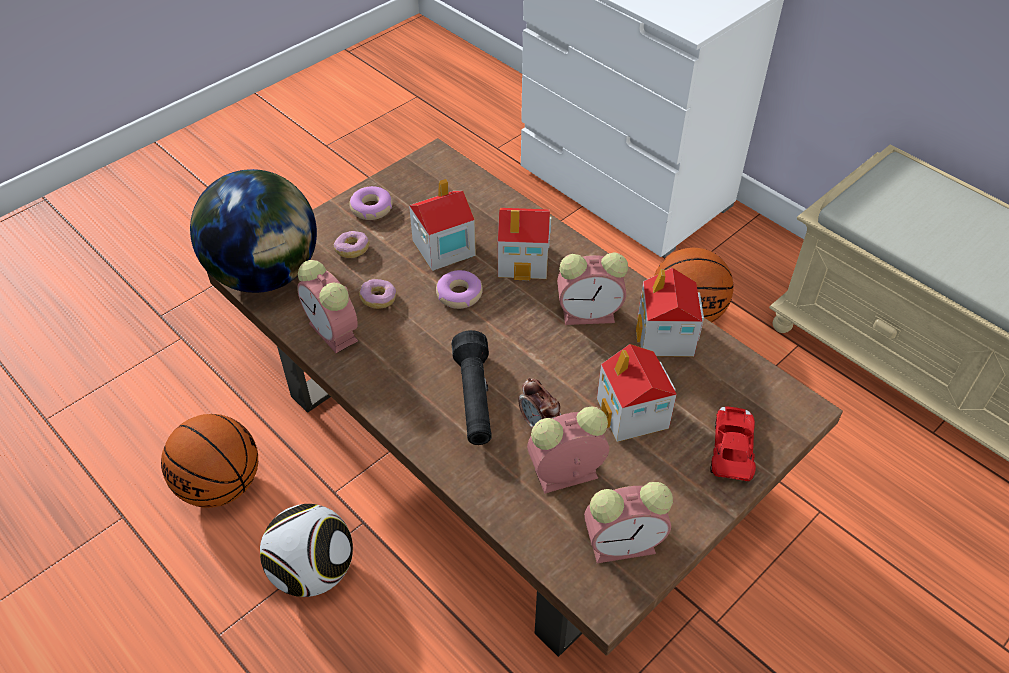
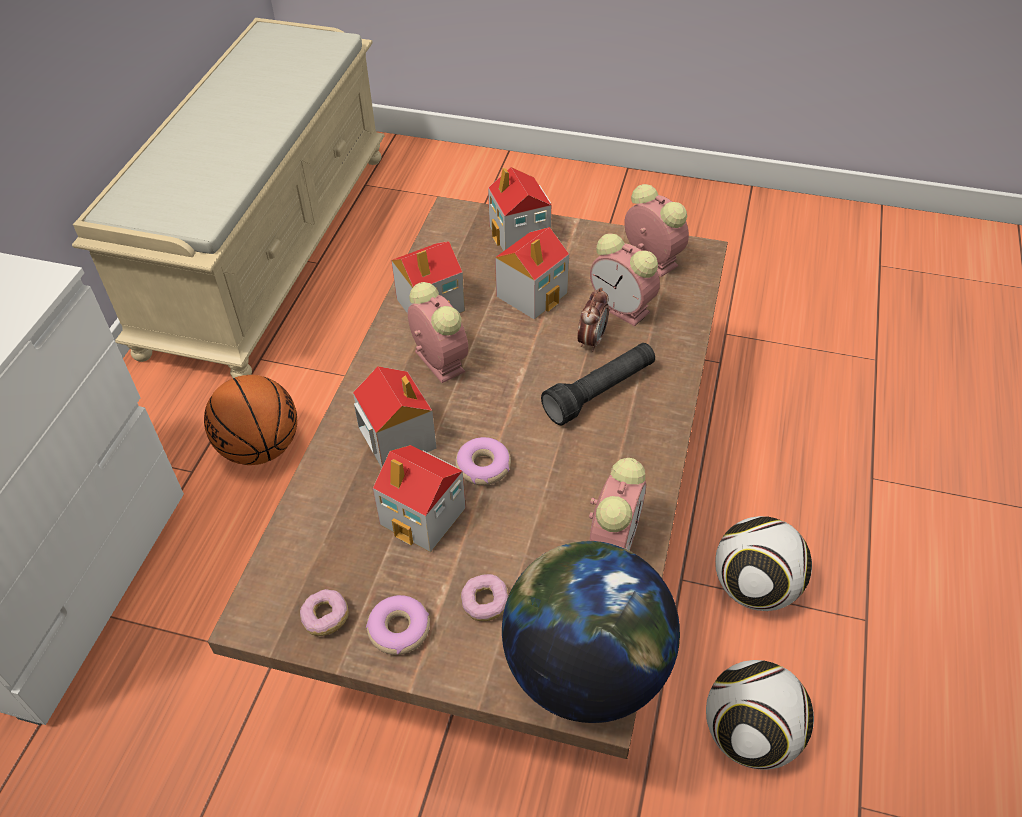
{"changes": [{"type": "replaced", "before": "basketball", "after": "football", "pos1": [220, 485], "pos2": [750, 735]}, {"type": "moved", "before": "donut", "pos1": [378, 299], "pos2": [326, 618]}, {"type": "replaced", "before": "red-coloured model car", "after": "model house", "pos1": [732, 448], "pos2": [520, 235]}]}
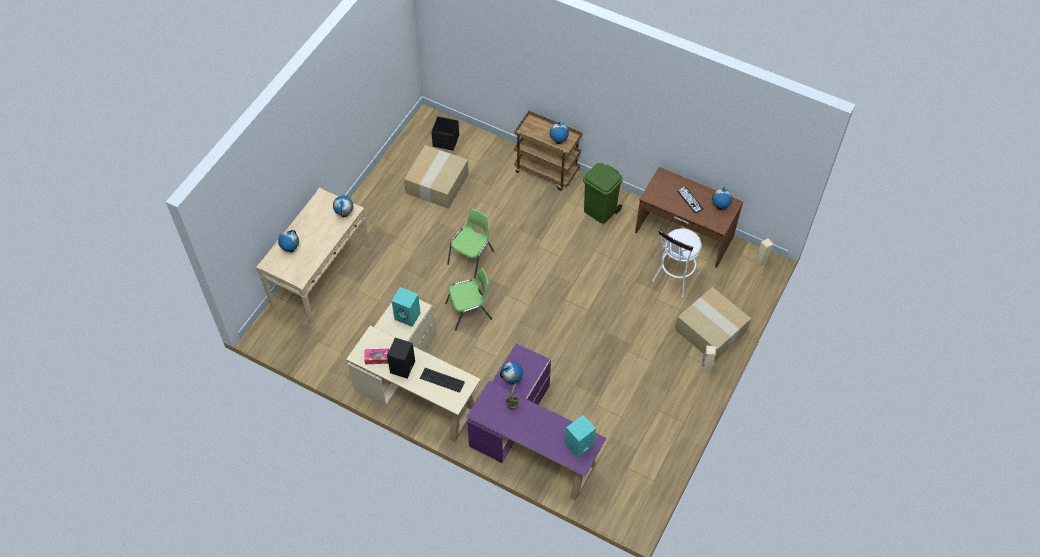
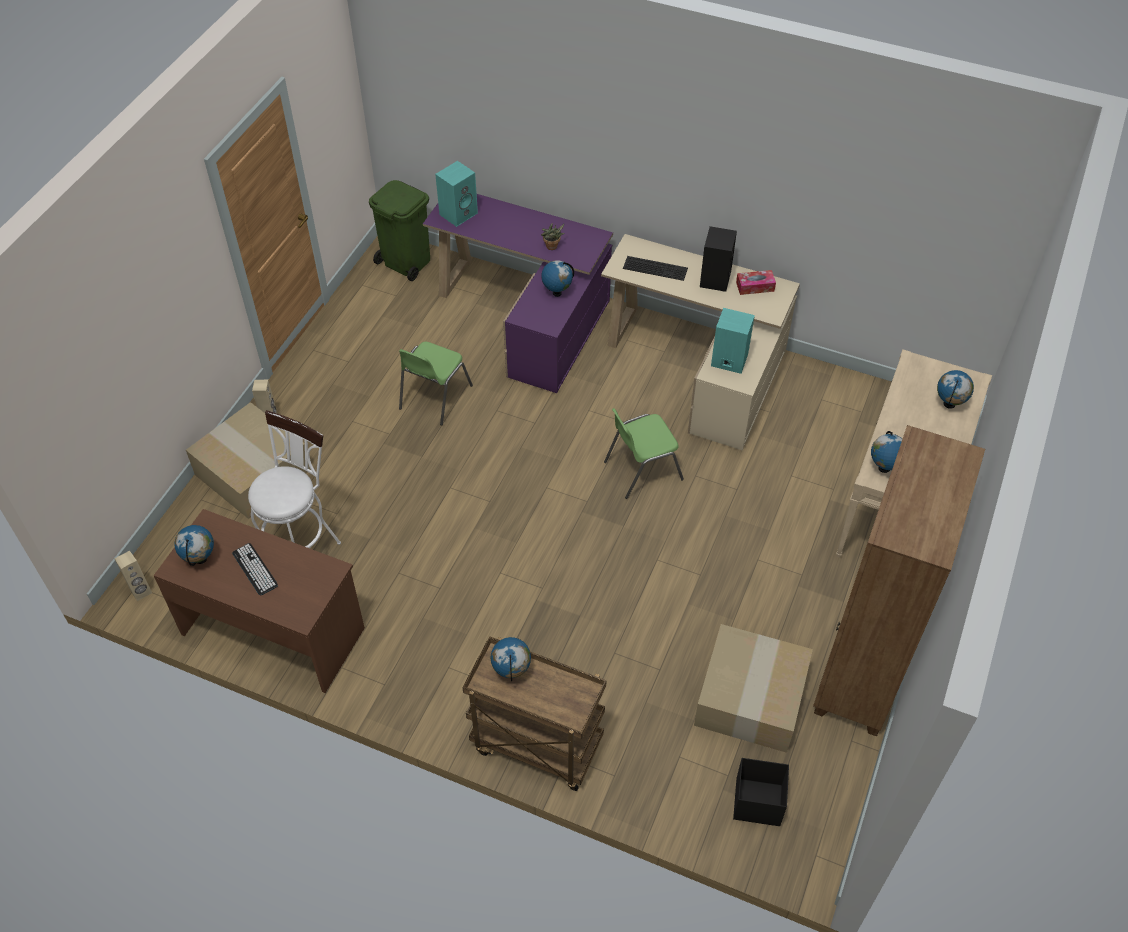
{"changes": [{"type": "moved", "before": "green-coloured upright chair", "pos1": [472, 257], "pos2": [434, 397]}, {"type": "moved", "before": "green-coloured waste bin", "pos1": [600, 211], "pos2": [405, 261]}, {"type": "added", "after": "brownish bookcase", "pos2": [860, 671]}]}
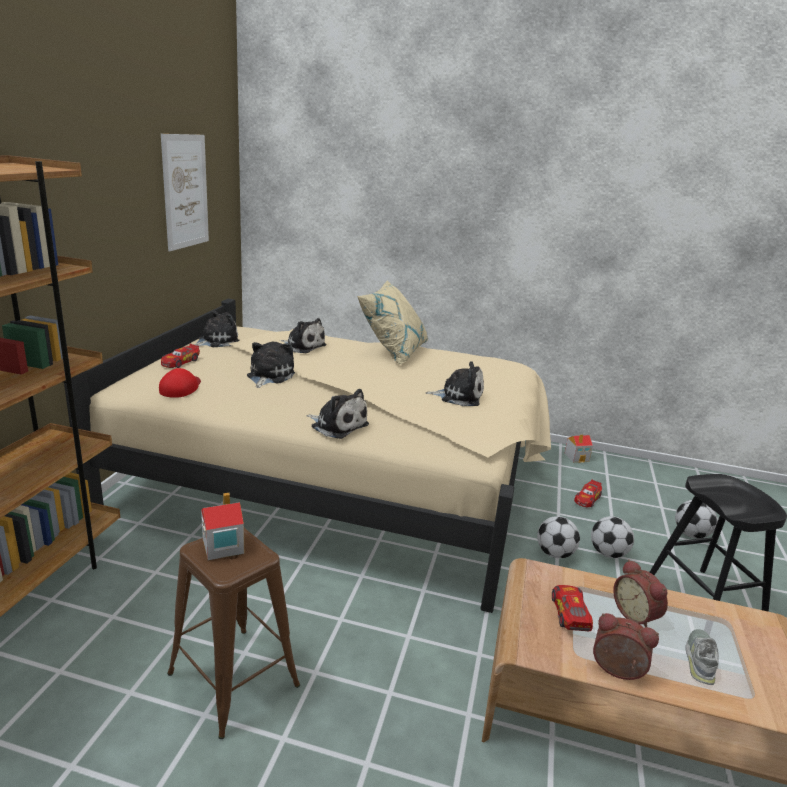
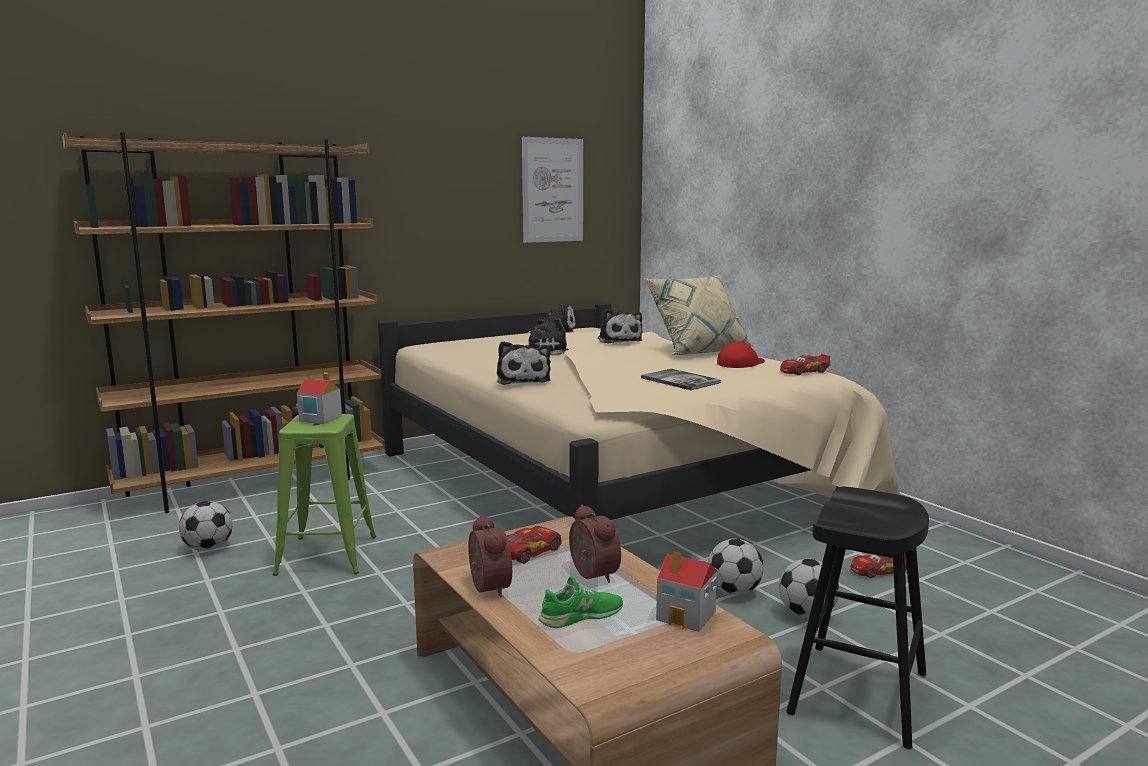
{"changes": [{"type": "moved", "before": "red-coloured baseball cap", "pos1": [181, 388], "pos2": [741, 363]}, {"type": "moved", "before": "model car", "pos1": [180, 362], "pos2": [804, 372]}, {"type": "recoloured", "before": "brownish stool seat", "after": "green-coloured stool seat", "pos1": [234, 680], "pos2": [326, 555]}, {"type": "replaced", "before": "plush toy", "after": "bound book", "pos1": [458, 396], "pos2": [680, 381]}, {"type": "moved", "before": "model house", "pos1": [577, 457], "pos2": [687, 616]}, {"type": "turned", "before": "table clock", "pos1": [636, 615], "pos2": [590, 574], "turn": 135}, {"type": "moved", "before": "football", "pos1": [691, 535], "pos2": [208, 548]}, {"type": "recoloured", "before": "grey item of footwear", "after": "green-coloured item of footwear", "pos1": [700, 660], "pos2": [581, 616]}]}
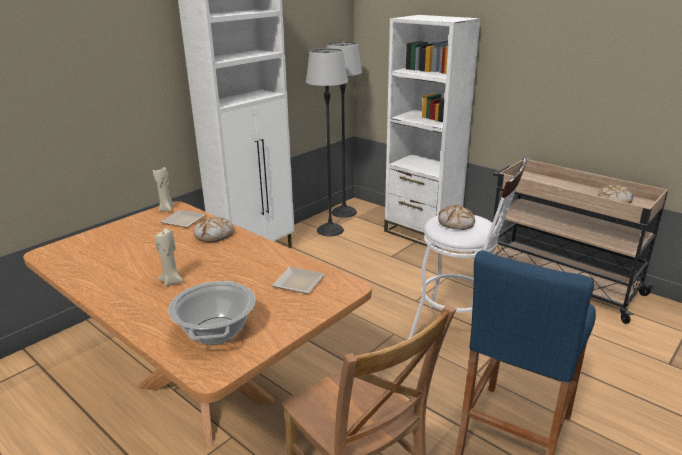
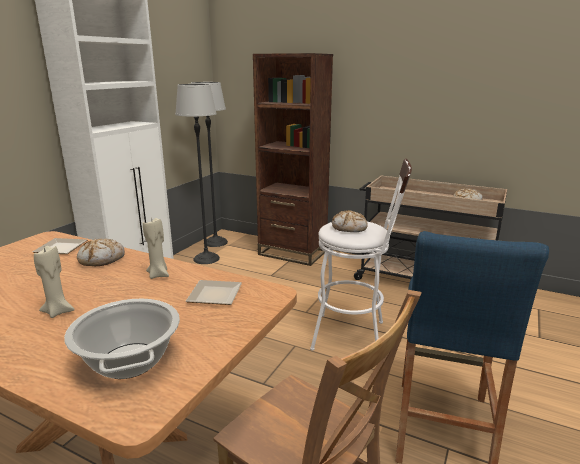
{"changes": [{"type": "moved", "before": "beige wax light", "pos1": [167, 209], "pos2": [159, 275]}, {"type": "recoloured", "before": "white-coloured bookcase", "after": "brownish bookcase", "pos1": [422, 233], "pos2": [292, 253]}]}
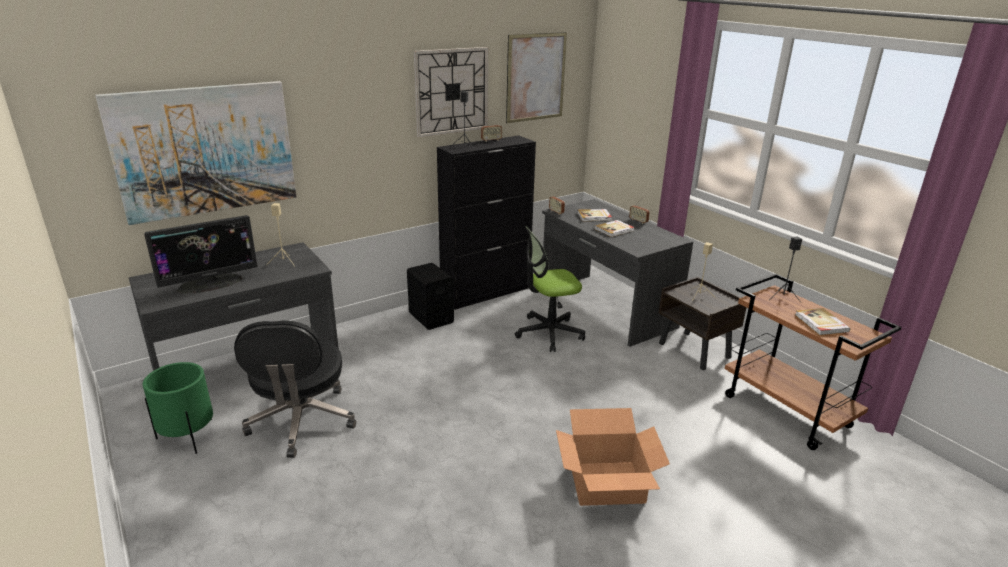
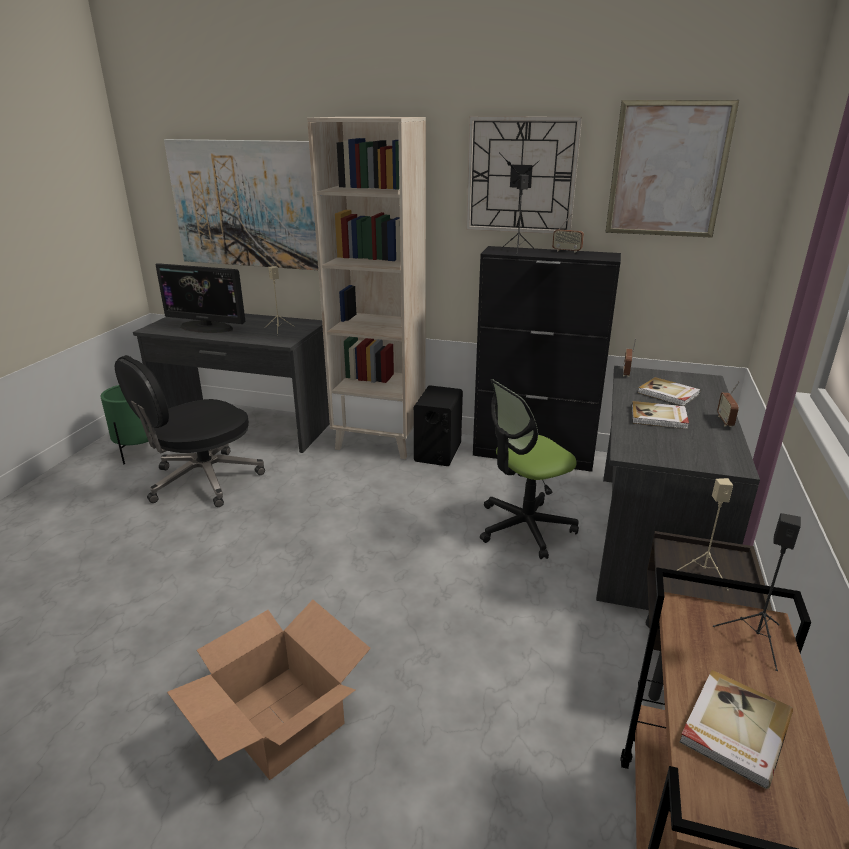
{"changes": [{"type": "turned", "before": "office chair", "pos1": [549, 333], "pos2": [524, 527], "turn": -60}, {"type": "added", "after": "beige bookcase", "pos2": [380, 440]}]}
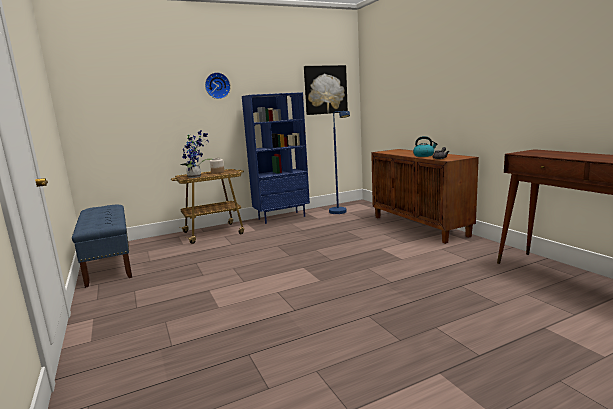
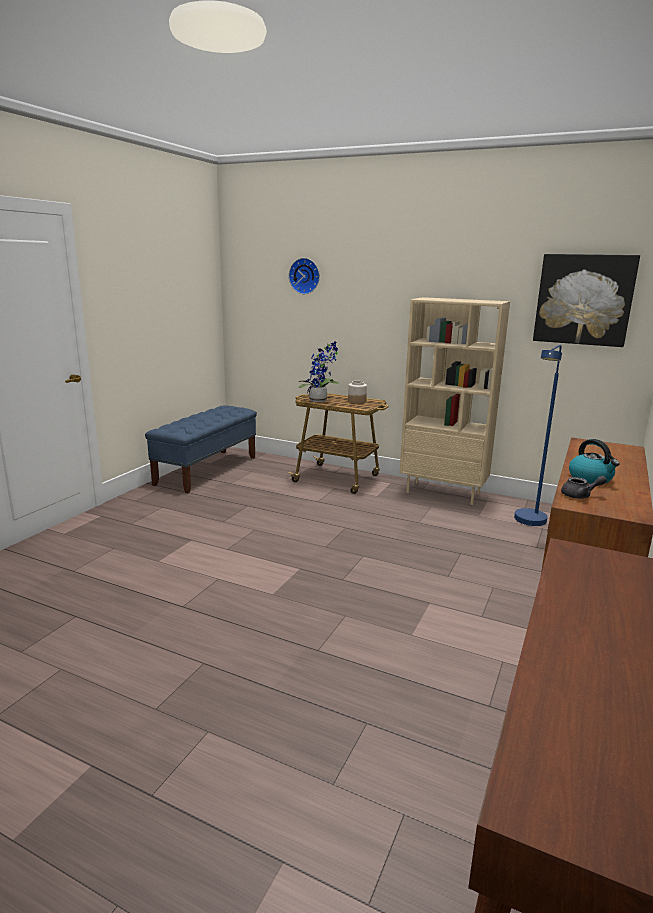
{"changes": [{"type": "moved", "before": "wall clock", "pos1": [217, 85], "pos2": [305, 276]}, {"type": "recoloured", "before": "blue-coloured bookcase", "after": "beige bookcase", "pos1": [282, 217], "pos2": [443, 493]}]}
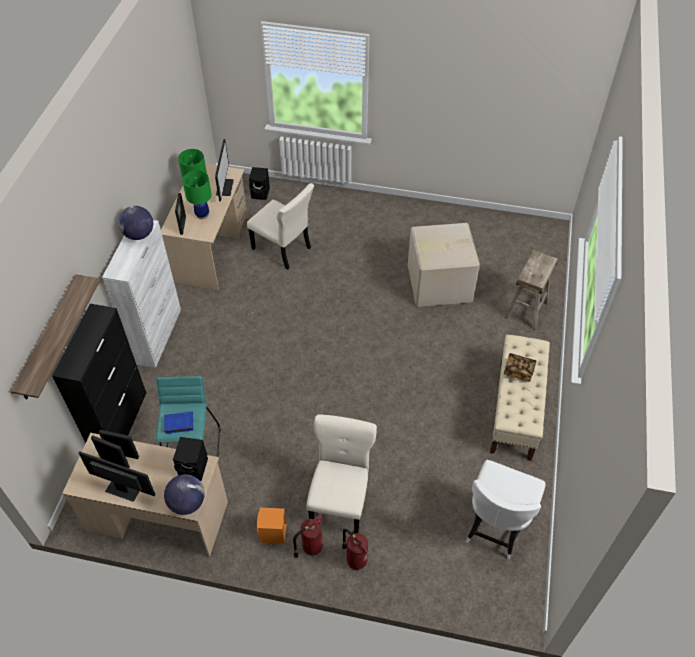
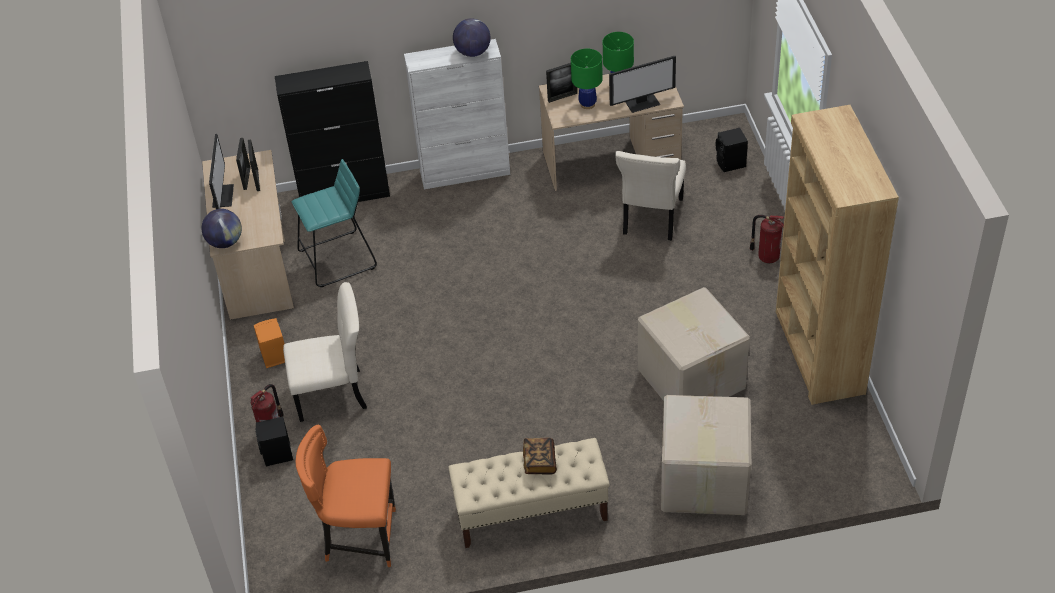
{"changes": [{"type": "removed", "before": "wall shelf", "pos1": [48, 338]}, {"type": "removed", "before": "blue-coloured bound book", "pos1": [178, 424]}, {"type": "moved", "before": "blackish audio speaker", "pos1": [194, 468], "pos2": [277, 455]}, {"type": "moved", "before": "fire extinguisher", "pos1": [311, 547], "pos2": [767, 256]}, {"type": "recoloured", "before": "white-coloured upright chair", "after": "orange-coloured upright chair", "pos1": [495, 528], "pos2": [359, 538]}, {"type": "replaced", "before": "beige stool seat", "after": "carton", "pos1": [526, 310], "pos2": [702, 481]}, {"type": "added", "after": "brownish bookcase", "pos2": [818, 352]}]}
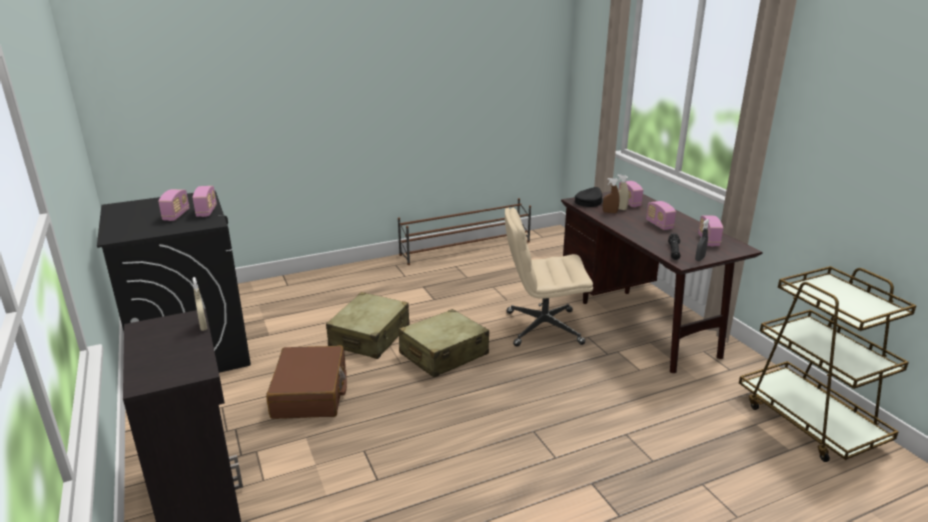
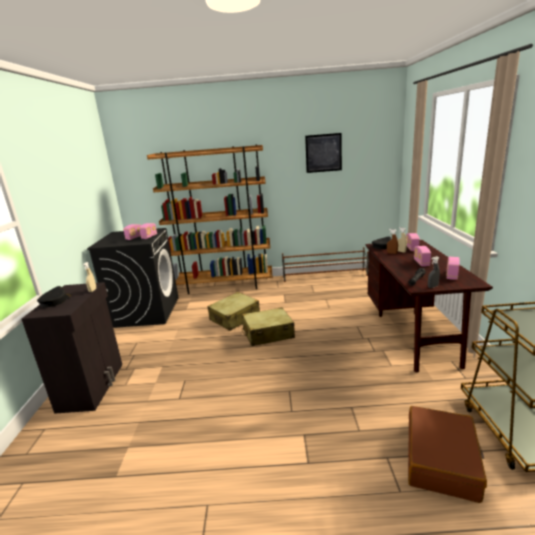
{"changes": [{"type": "moved", "before": "brownish suitcase", "pos1": [310, 393], "pos2": [441, 460]}, {"type": "removed", "before": "beige office chair", "pos1": [542, 328]}, {"type": "added", "after": "blackish baseball cap", "pos2": [55, 301]}, {"type": "added", "after": "brownish bookcase", "pos2": [224, 286]}, {"type": "added", "after": "wall art", "pos2": [323, 153]}]}
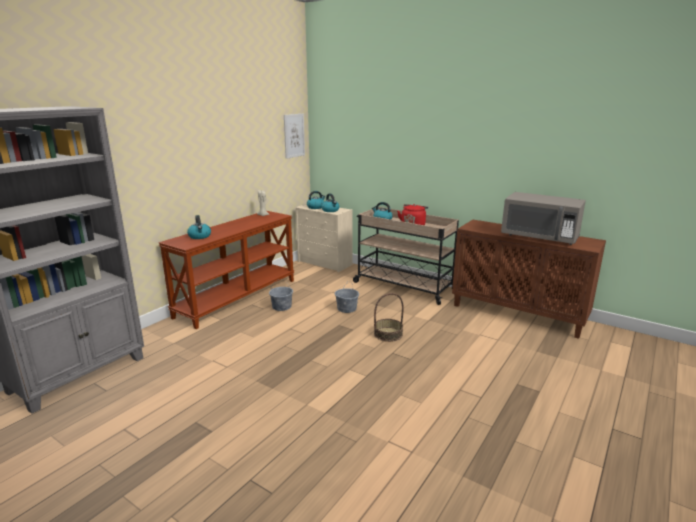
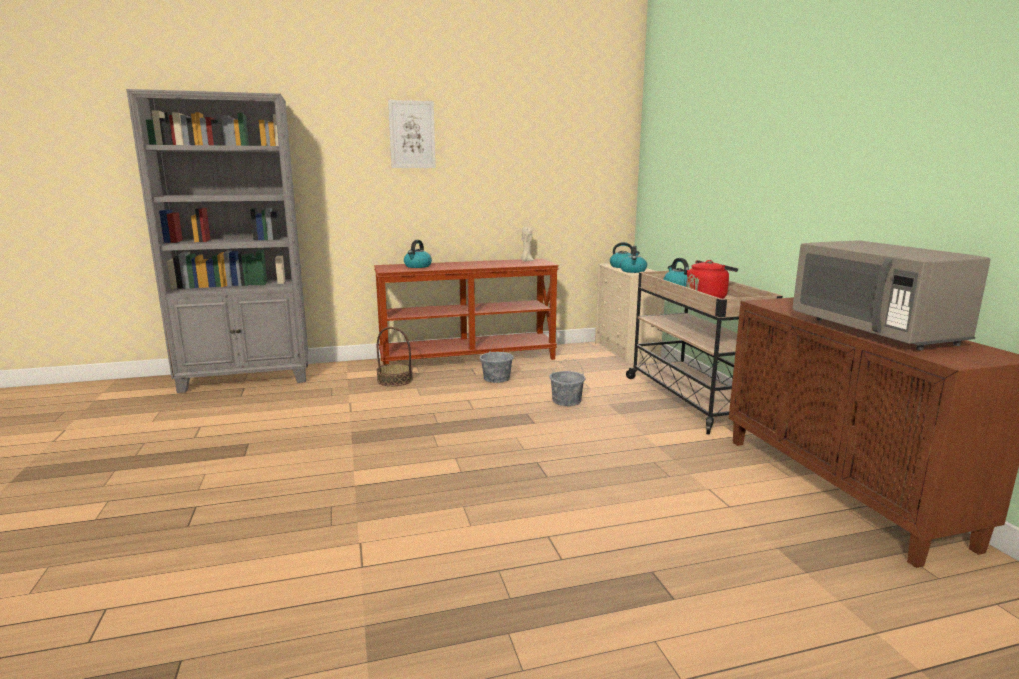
{"changes": [{"type": "moved", "before": "wall art", "pos1": [294, 135], "pos2": [412, 134]}, {"type": "moved", "before": "household basket", "pos1": [388, 334], "pos2": [395, 380]}]}
